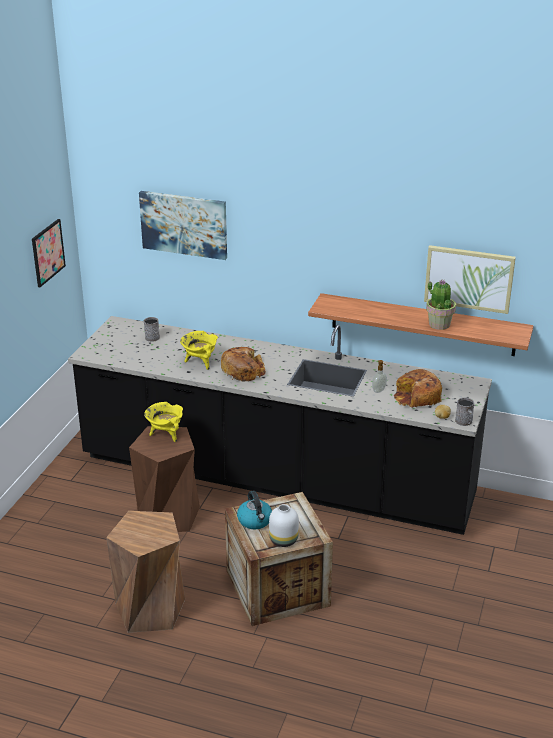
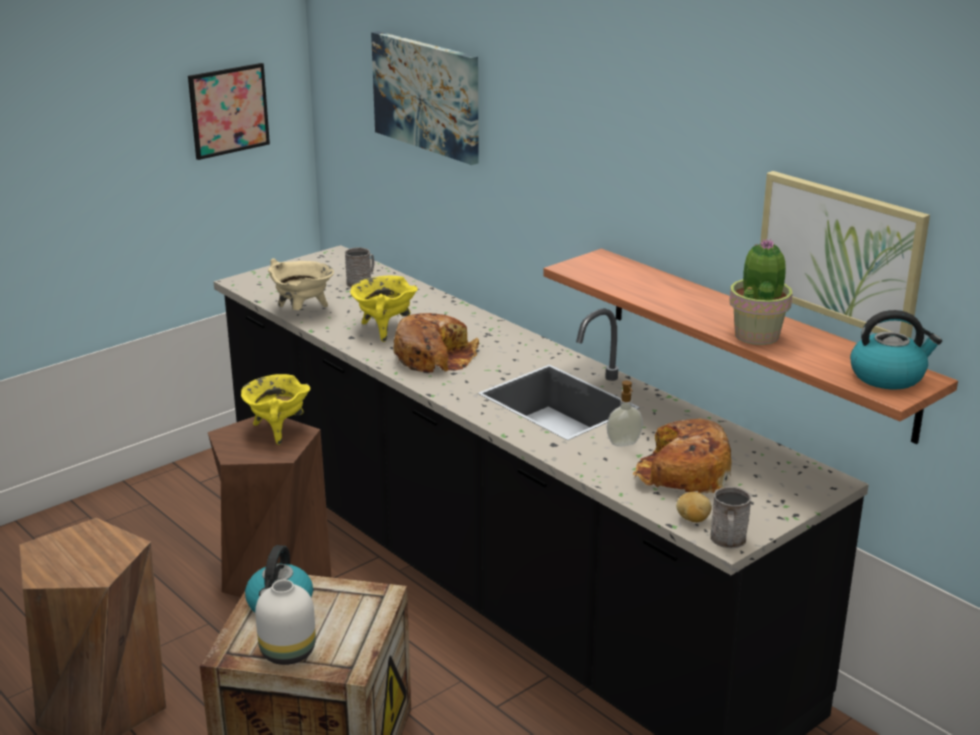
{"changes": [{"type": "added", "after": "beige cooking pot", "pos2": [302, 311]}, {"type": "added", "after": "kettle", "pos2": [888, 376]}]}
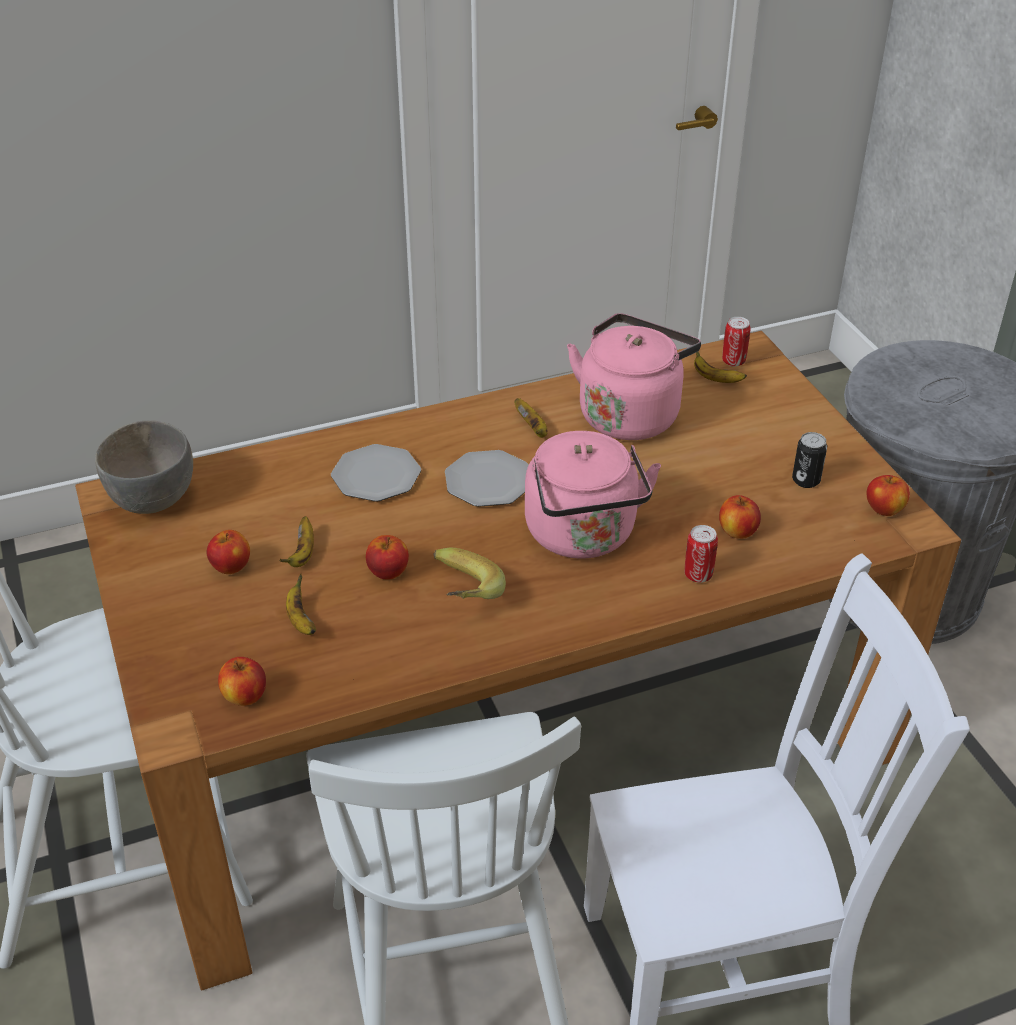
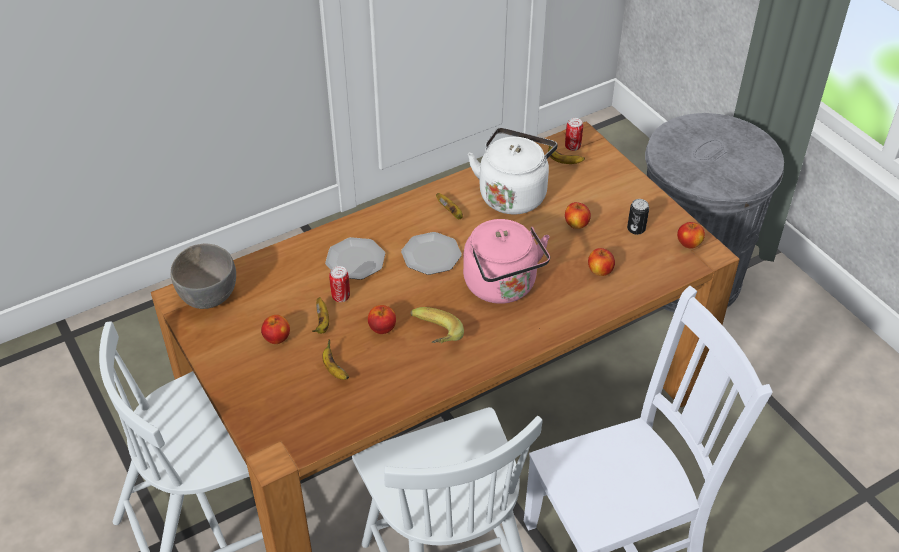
{"changes": [{"type": "moved", "before": "apple fruit", "pos1": [245, 697], "pos2": [576, 224]}, {"type": "recoloured", "before": "pink-coloured kettle", "after": "white-coloured kettle", "pos1": [630, 414], "pos2": [513, 194]}, {"type": "moved", "before": "sealed can", "pos1": [698, 575], "pos2": [341, 297]}]}
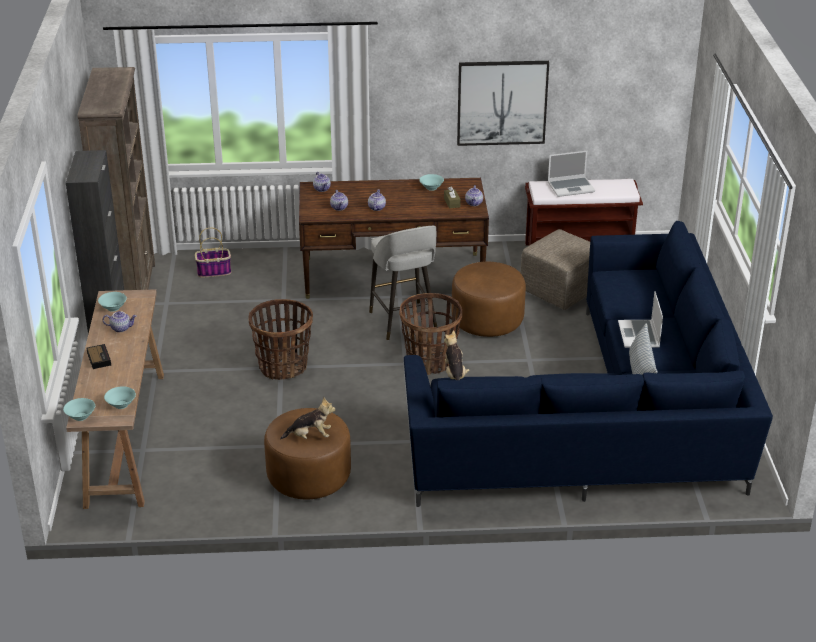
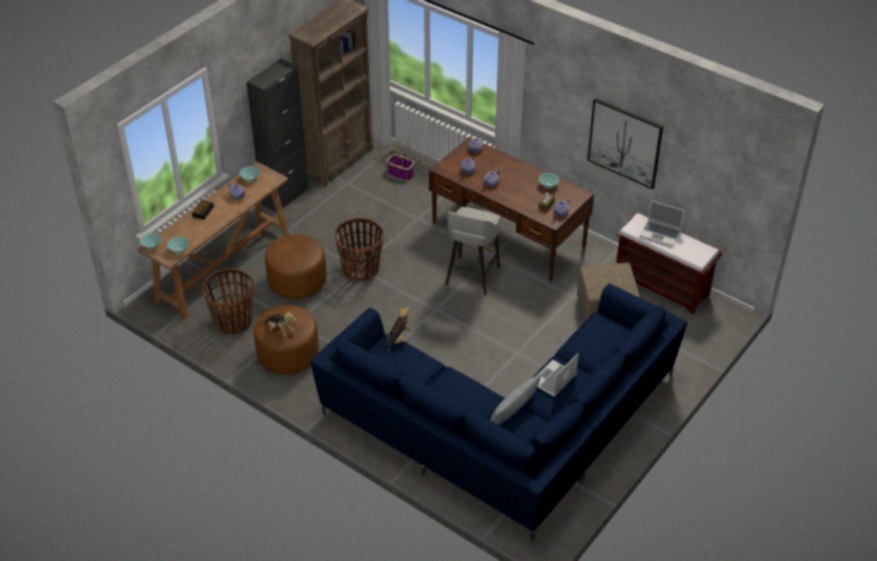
{"changes": [{"type": "moved", "before": "household basket", "pos1": [430, 361], "pos2": [233, 321]}, {"type": "moved", "before": "brownish pouffe", "pos1": [487, 320], "pos2": [297, 282]}]}
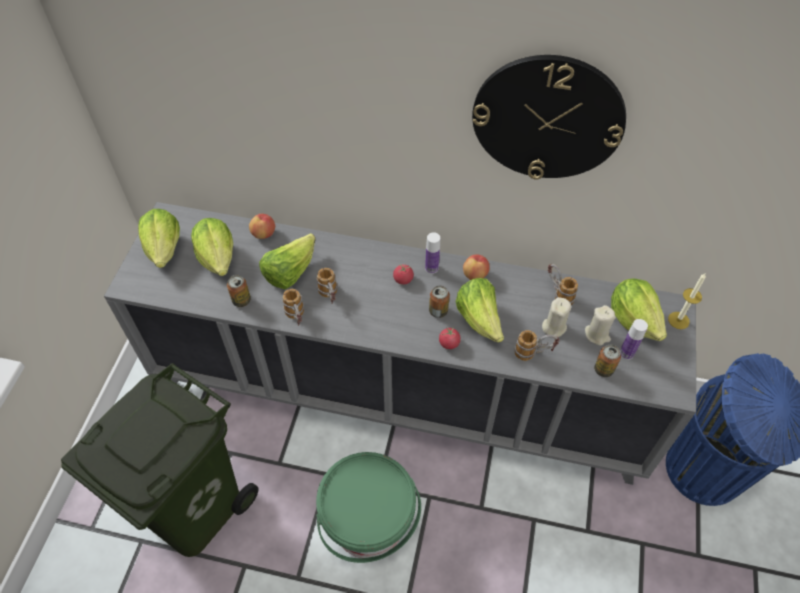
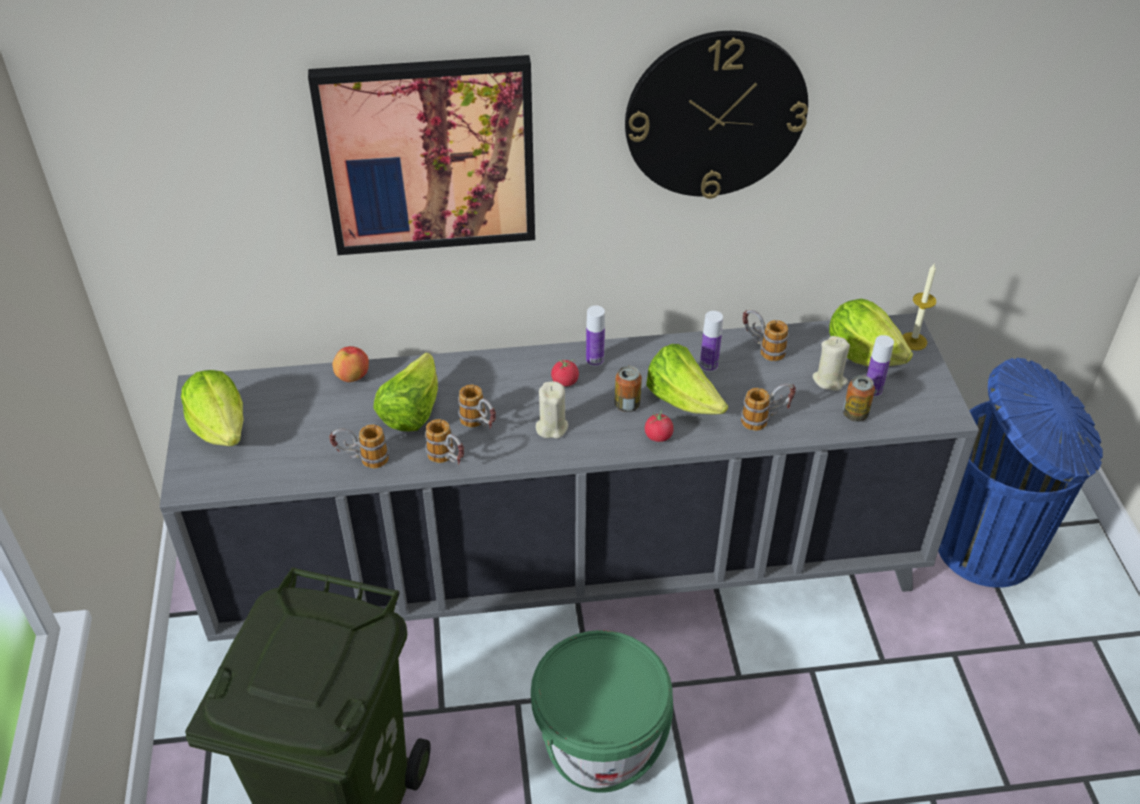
{"changes": [{"type": "removed", "before": "head of lettuce", "pos1": [218, 258]}, {"type": "replaced", "before": "sealed can", "after": "tea mug", "pos1": [241, 300], "pos2": [362, 460]}, {"type": "removed", "before": "apple fruit", "pos1": [475, 275]}, {"type": "moved", "before": "beige wax light", "pos1": [554, 326], "pos2": [551, 427]}, {"type": "added", "after": "wall art", "pos2": [428, 155]}, {"type": "added", "after": "beverage bottle", "pos2": [708, 366]}]}
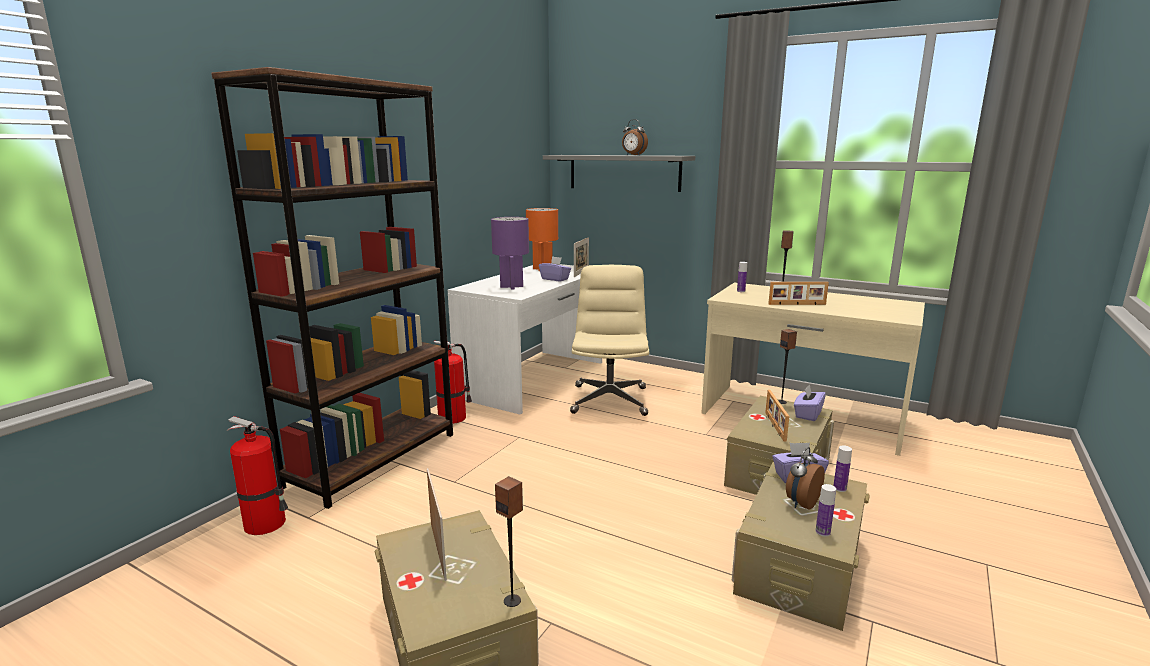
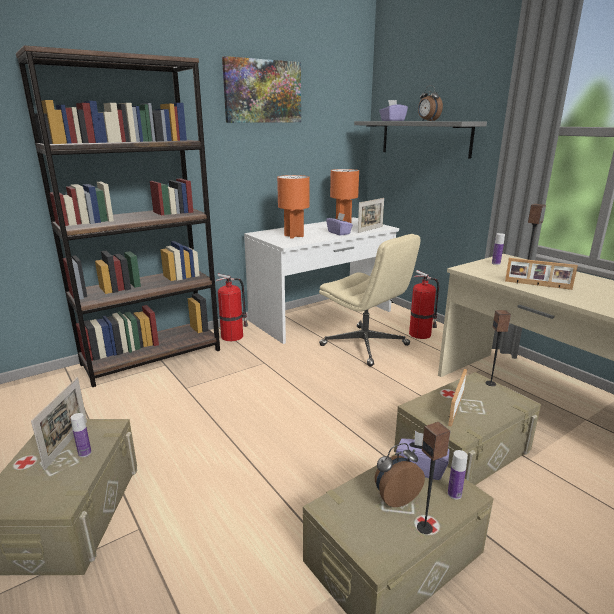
{"changes": [{"type": "moved", "before": "fire extinguisher", "pos1": [267, 523], "pos2": [421, 334]}, {"type": "recoloured", "before": "purplish table lamp", "after": "orange-coloured table lamp", "pos1": [511, 287], "pos2": [293, 236]}, {"type": "moved", "before": "audio speaker", "pos1": [512, 600], "pos2": [425, 527]}, {"type": "turned", "before": "beige office chair", "pos1": [609, 400], "pos2": [365, 345], "turn": 105}, {"type": "moved", "before": "purplish tissue holder", "pos1": [807, 414], "pos2": [392, 121]}, {"type": "moved", "before": "beverage bottle", "pos1": [822, 532], "pos2": [84, 453]}, {"type": "added", "after": "wall art", "pos2": [262, 91]}]}
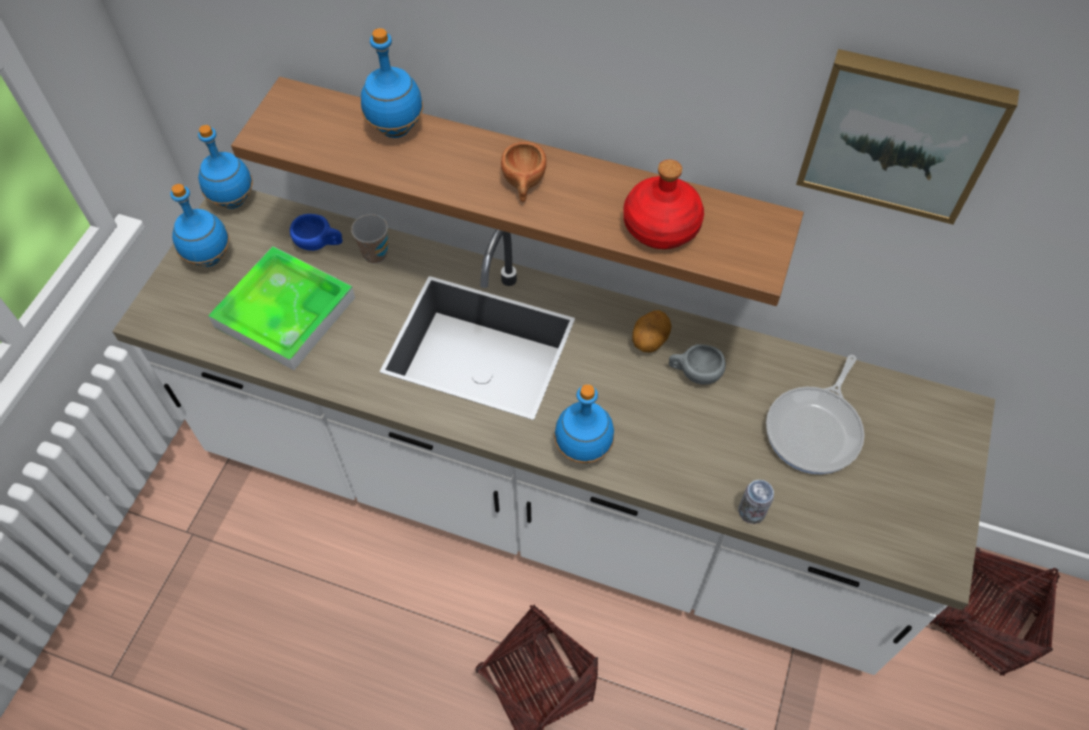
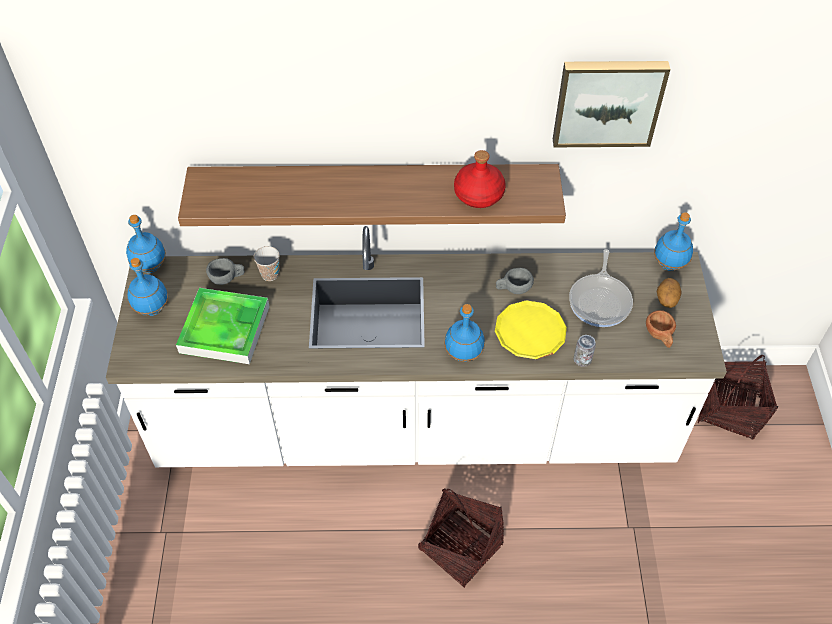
{"changes": [{"type": "recoloured", "before": "blue-coloured cup", "after": "grey cup", "pos1": [319, 244], "pos2": [227, 278]}, {"type": "moved", "before": "blue-coloured beverage bottle", "pos1": [397, 128], "pos2": [669, 264]}, {"type": "moved", "before": "brownish cup", "pos1": [524, 185], "pos2": [659, 336]}, {"type": "moved", "before": "spud", "pos1": [649, 340], "pos2": [666, 300]}, {"type": "added", "after": "yellow plate", "pos2": [530, 333]}]}
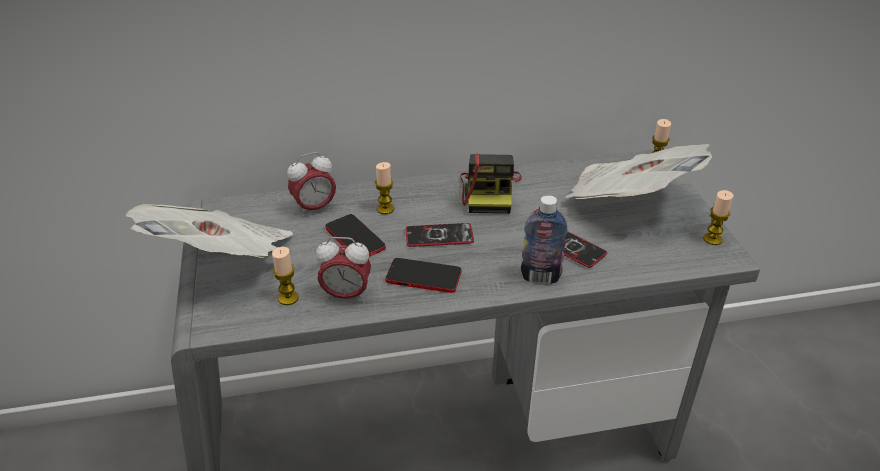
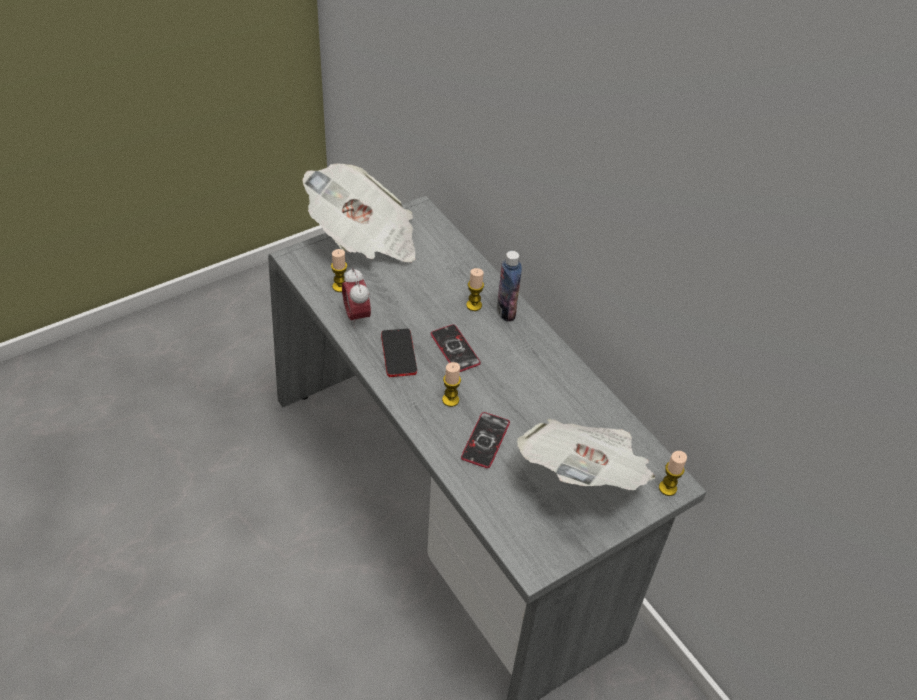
{"changes": [{"type": "removed", "before": "table clock", "pos1": [314, 208]}, {"type": "removed", "before": "handset", "pos1": [355, 238]}, {"type": "removed", "before": "photo camera", "pos1": [490, 192]}, {"type": "moved", "before": "beverage bottle", "pos1": [540, 277], "pos2": [506, 311]}, {"type": "moved", "before": "wax light", "pos1": [712, 239], "pos2": [450, 400]}]}
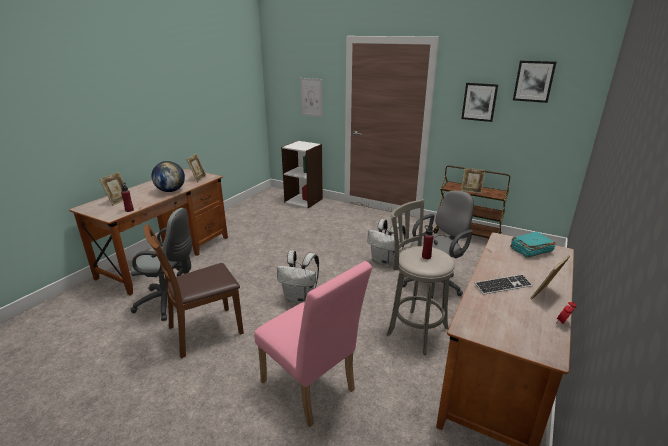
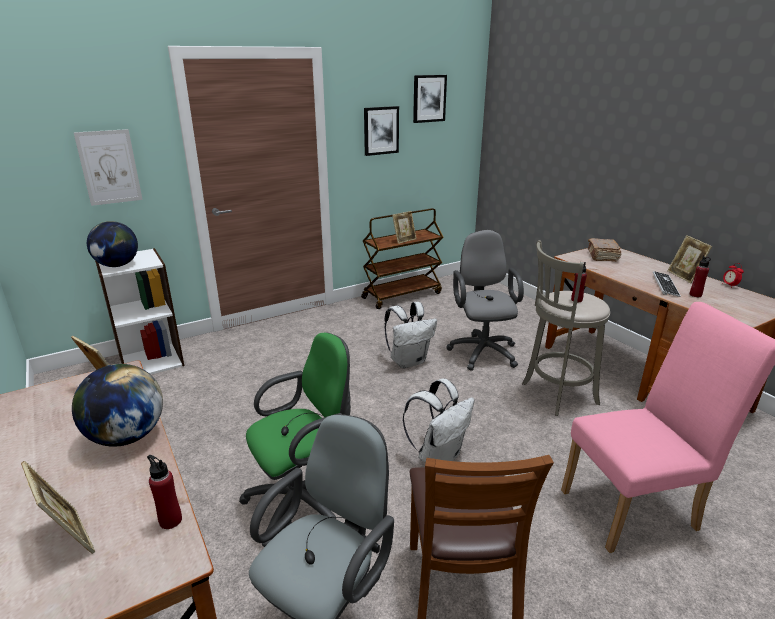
{"changes": [{"type": "recoloured", "before": "turquoise bound book", "after": "brownish bound book", "pos1": [530, 250], "pos2": [602, 256]}, {"type": "added", "after": "desk globe", "pos2": [117, 265]}, {"type": "added", "after": "green-coloured office chair", "pos2": [304, 501]}, {"type": "added", "after": "red-coloured beverage bottle", "pos2": [695, 295]}]}
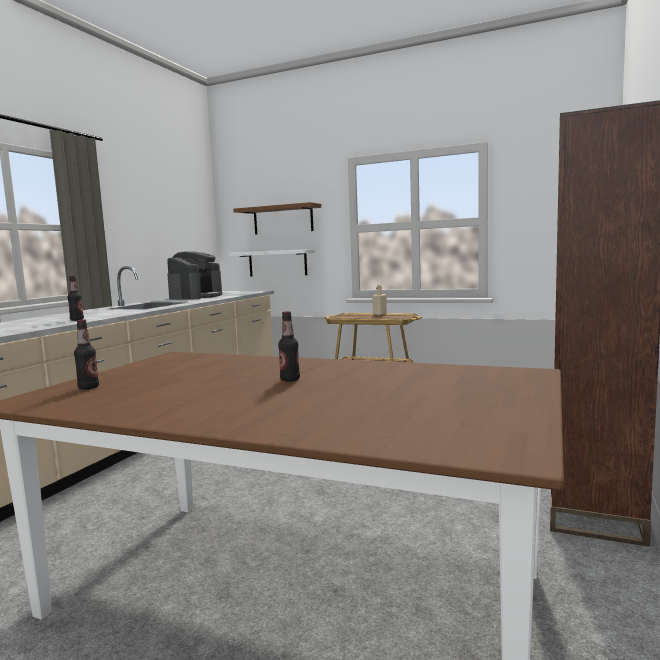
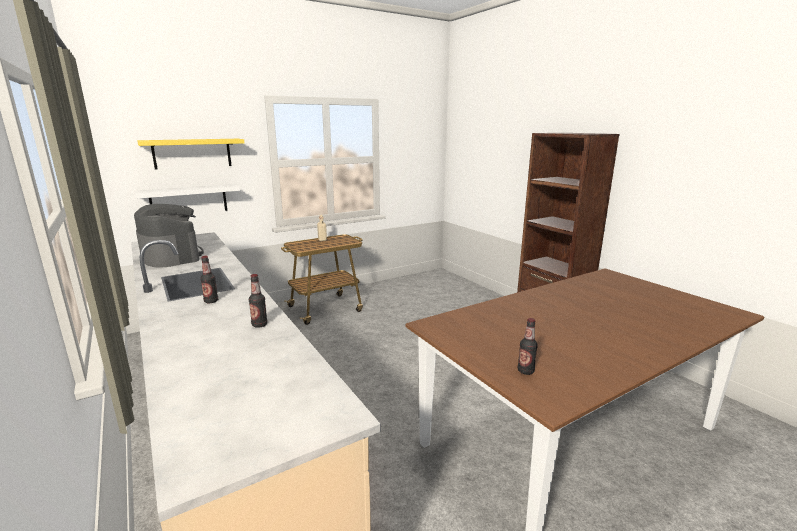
{"changes": [{"type": "recoloured", "before": "brownish wall shelf", "after": "yellow wall shelf", "pos1": [283, 219], "pos2": [192, 153]}, {"type": "moved", "before": "beverage bottle", "pos1": [290, 379], "pos2": [211, 301]}]}
